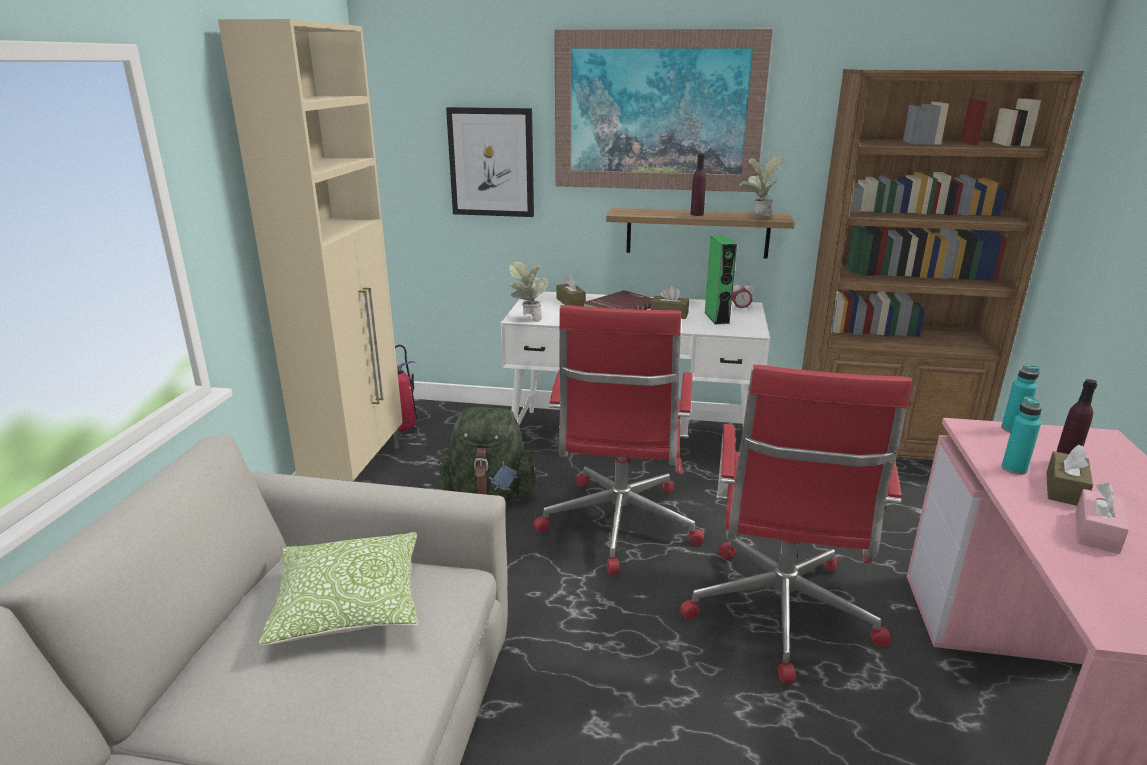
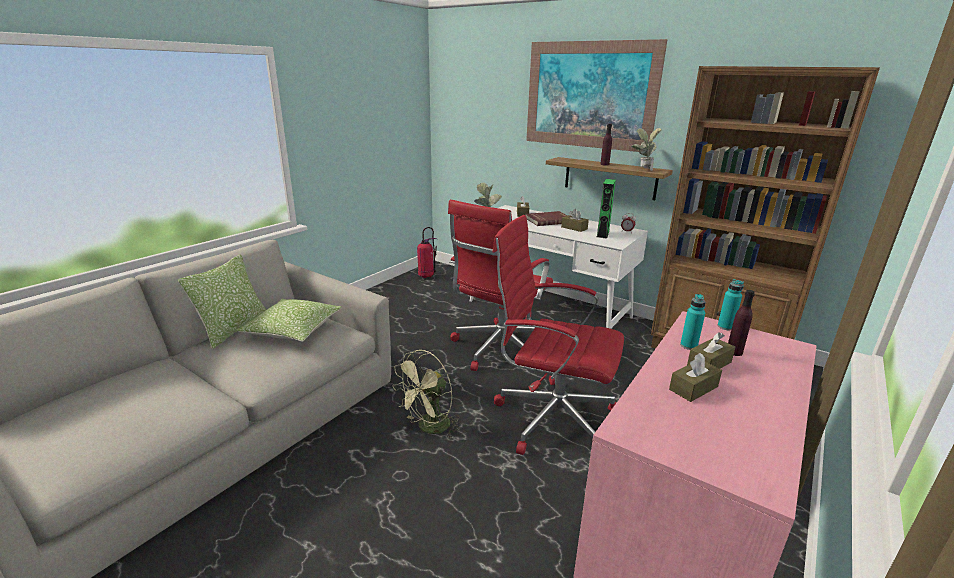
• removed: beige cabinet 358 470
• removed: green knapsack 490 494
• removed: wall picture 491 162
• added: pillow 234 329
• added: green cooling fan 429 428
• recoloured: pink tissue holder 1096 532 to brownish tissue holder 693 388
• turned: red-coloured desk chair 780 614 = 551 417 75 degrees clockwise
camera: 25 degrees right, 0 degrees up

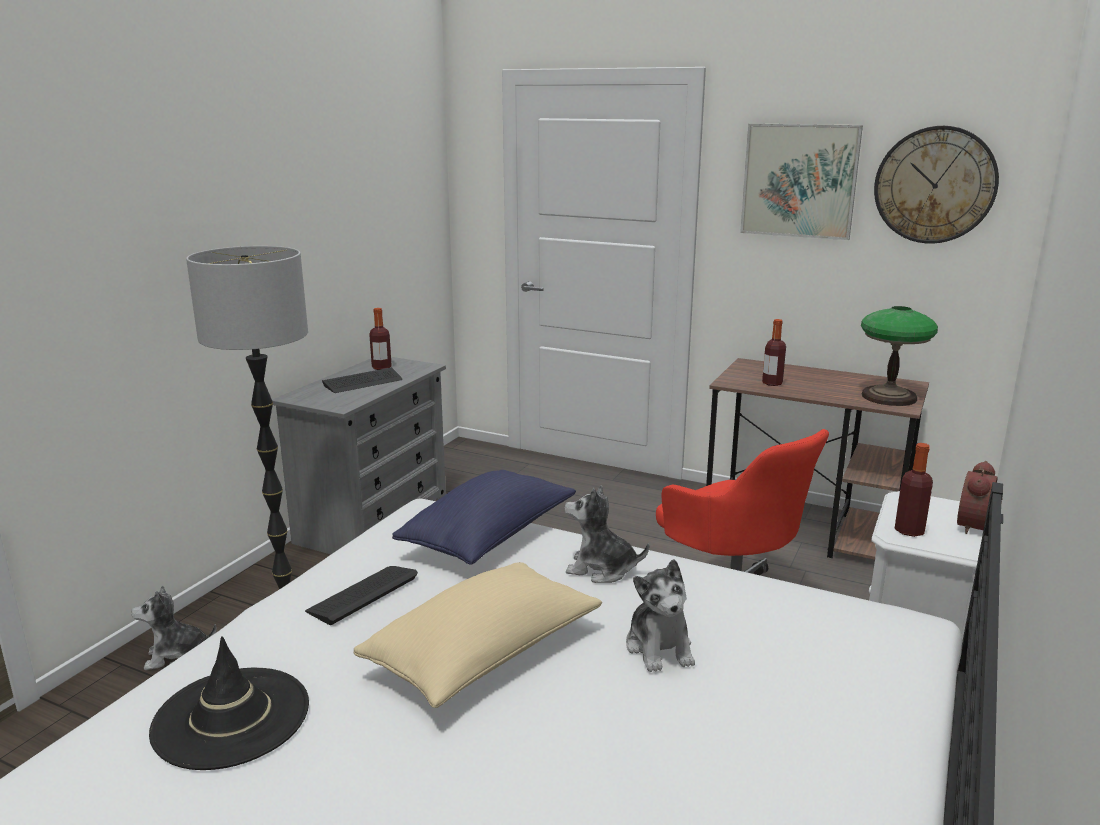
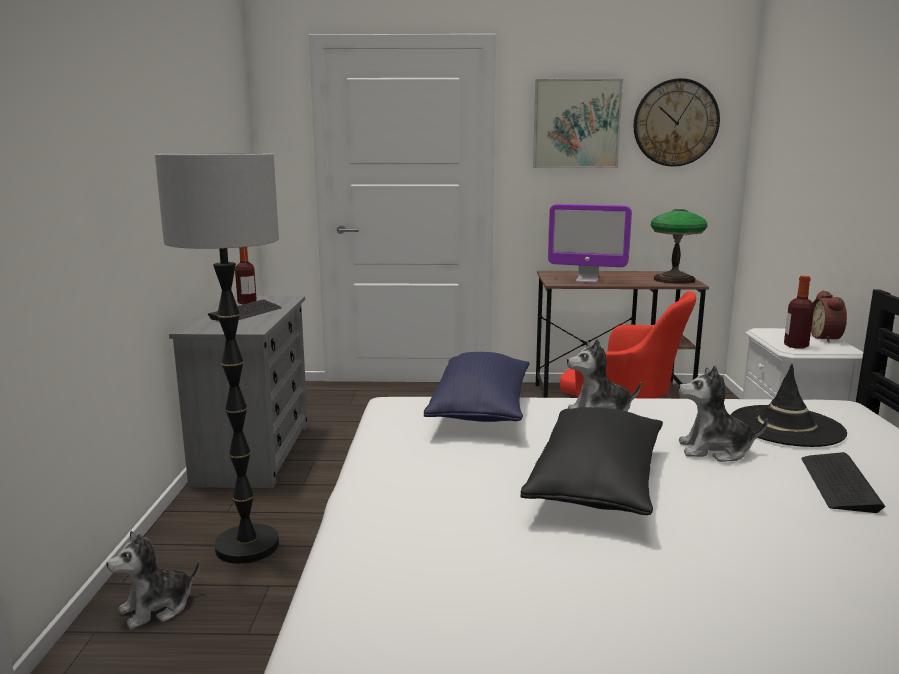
• moved: black hat 231 718 to 786 426
• moved: computer keyboard 362 595 to 839 483
• replaced: bottle 772 383 to computer screen 587 280
• recoloured: beige pillow 484 655 to black pillow 597 484
• turned: cuddly toy 659 647 = 714 450 135 degrees clockwise
camera: 25 degrees left, 5 degrees down

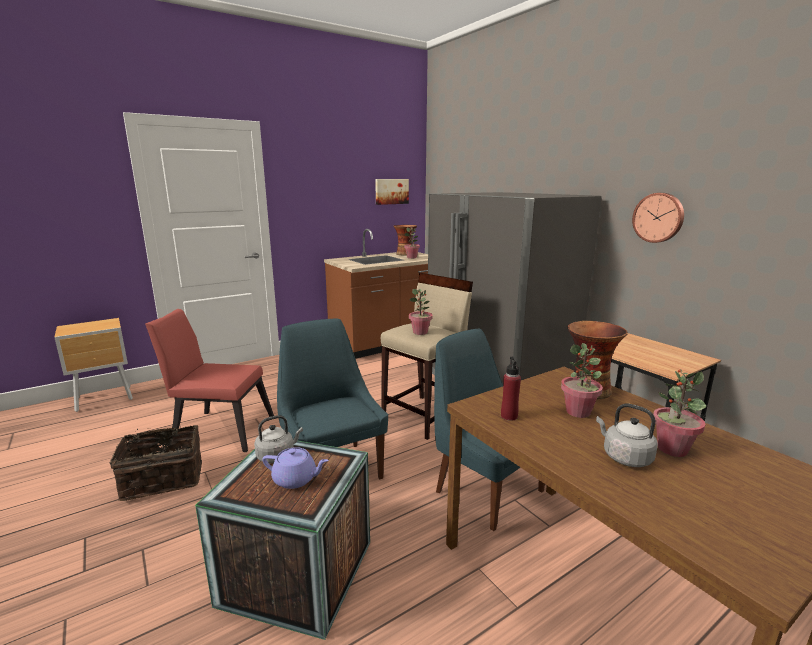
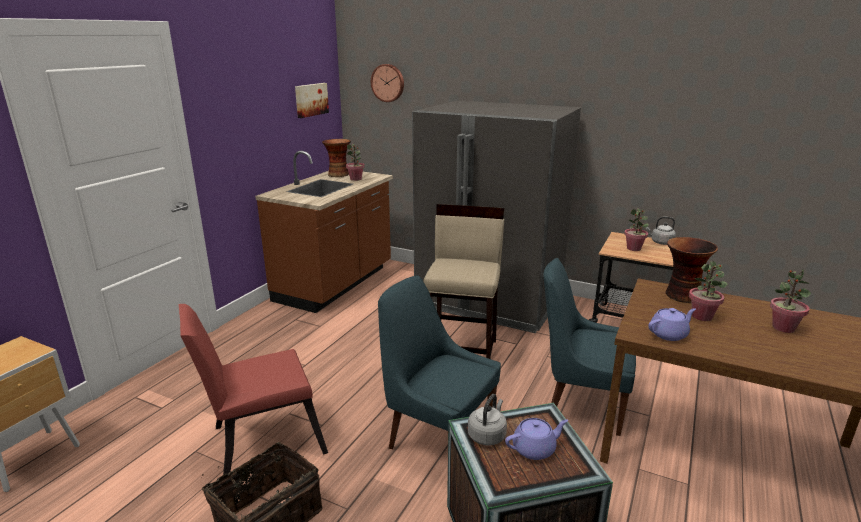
• moved: houseplant 420 332 to 634 248
• moved: grey water kettle 624 457 to 660 242
• moved: hanging clock 658 217 to 388 83
• replaced: red-coloured bottle 509 416 to purple pot for tea 669 334
camera: 30 degrees left, 5 degrees up

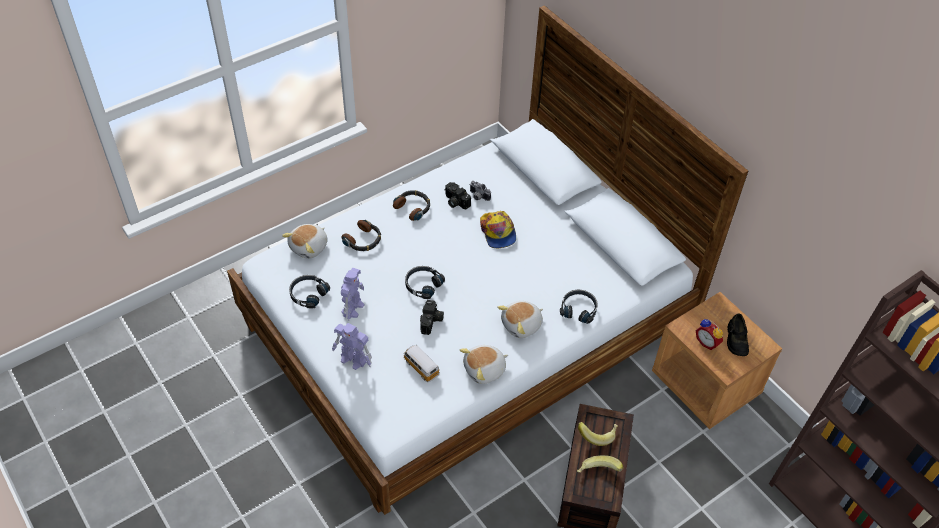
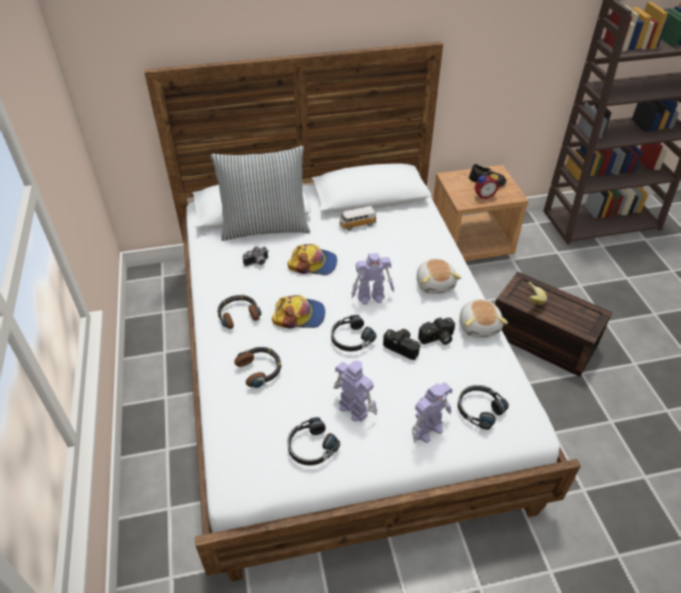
• removed: cuddly toy 309 247
• removed: banana 598 473
• added: pillow 265 227
• added: peaked cap 299 315
• added: robot figure 372 297
• moved: toy car 420 367 to 357 224
• moved: photo camera 455 202 to 437 339
• moved: black headset 578 309 to 479 409
camera: 65 degrees left, 5 degrees down

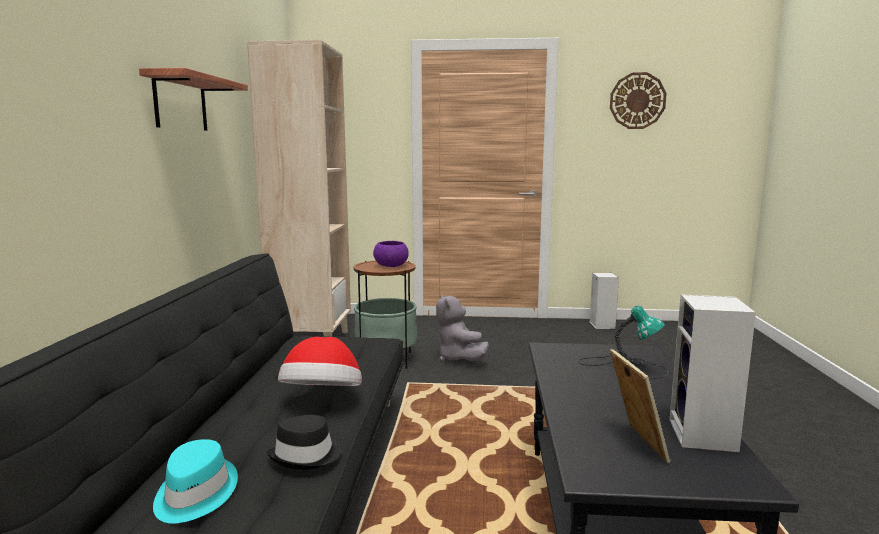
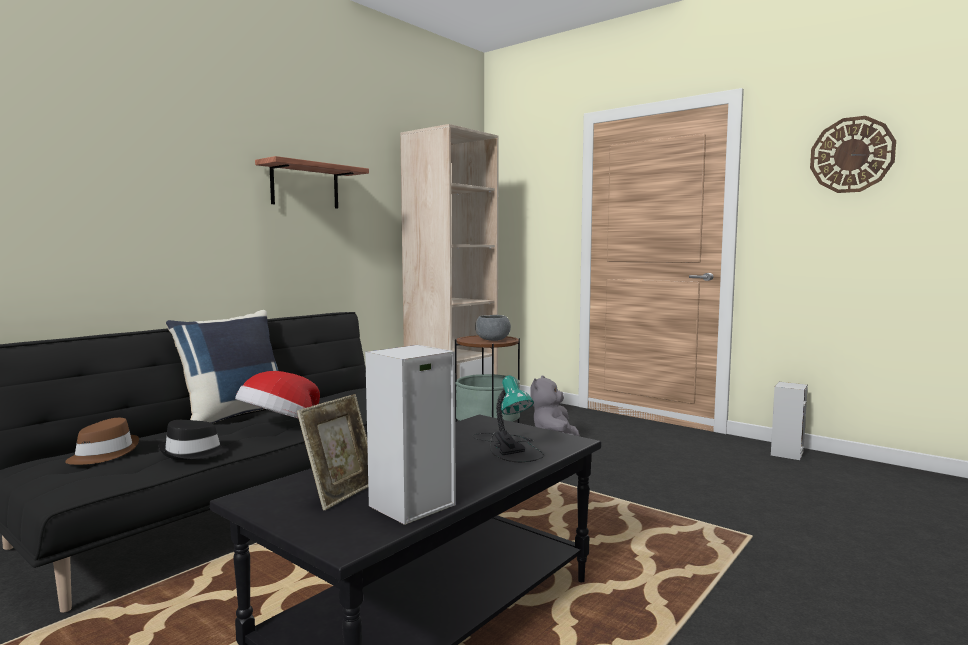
• added: bluish pillow 235 415
• recoloured: blue-green hat 194 494 to brownish hat 103 454
• recoloured: purple bowl 391 266 to grey bowl 492 340
camera: 35 degrees right, 5 degrees down

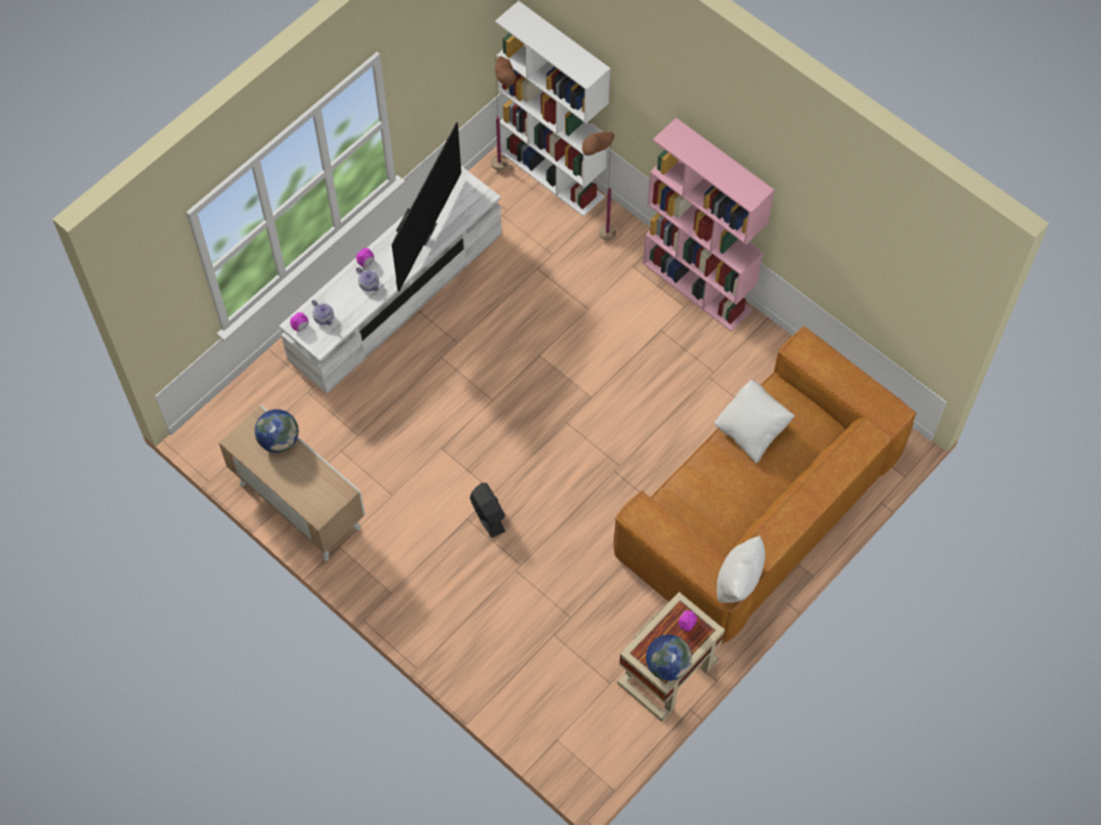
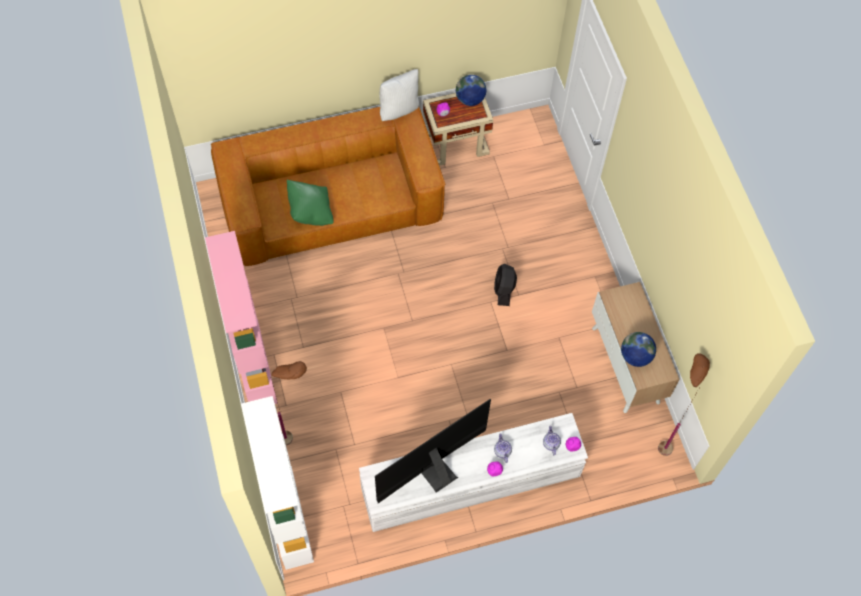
• moved: brownish standard lamp 505 177 to 664 438
• recoloured: white-coloured pillow 752 430 to green pillow 310 212
camera: 150 degrees left, 0 degrees up

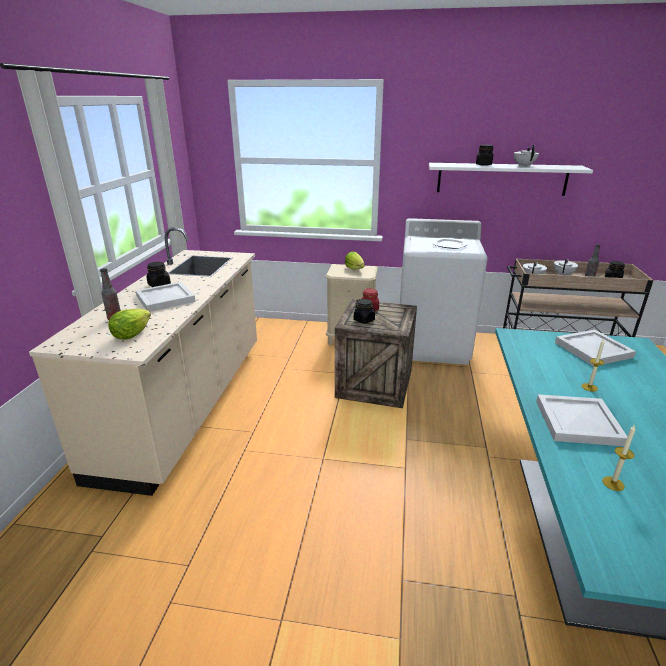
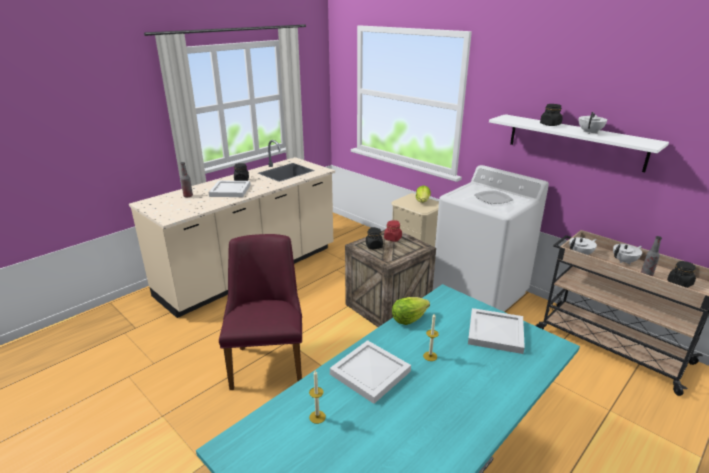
• added: purple plain chair 268 359
• moved: lettuce head 131 334 to 408 319
camera: 35 degrees right, 0 degrees up

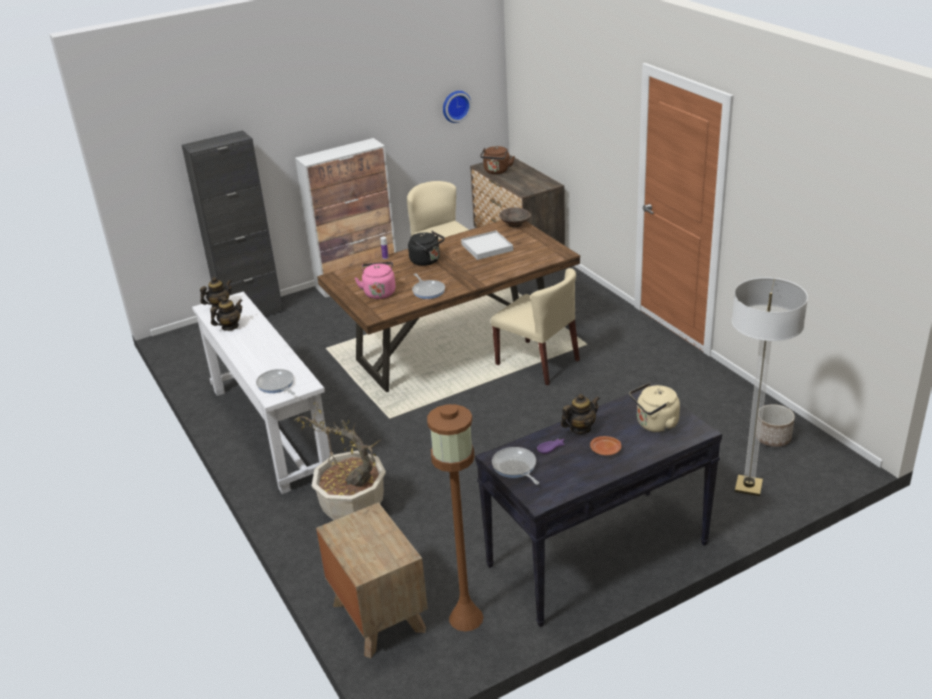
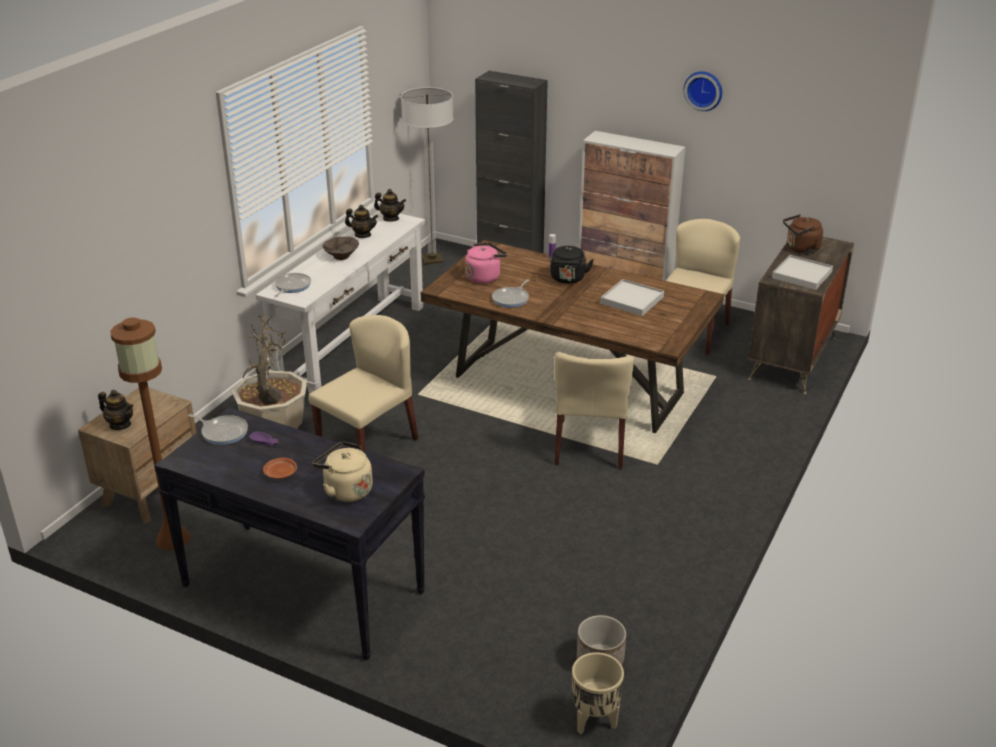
• added: beige plain chair 368 443
• added: beige plant pot 594 721
• added: white-coloured serving tray 802 275
• moved: hanging clock 455 106 to 704 90
• moved: brownish bowl 514 224 to 341 256
• moved: pot for tea 580 428 to 120 424
• moved: standard lamp 748 486 to 432 259
• turned: pan 515 467 = 223 432 90 degrees clockwise
camera: 55 degrees right, 0 degrees up

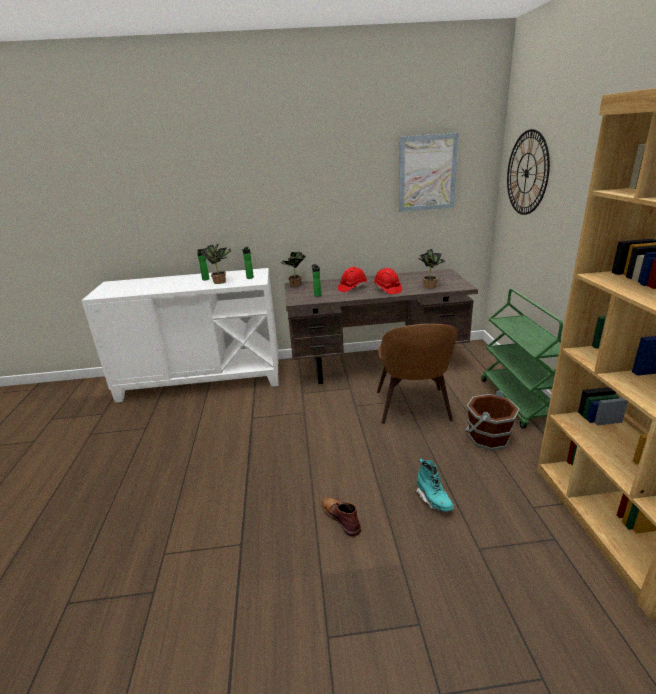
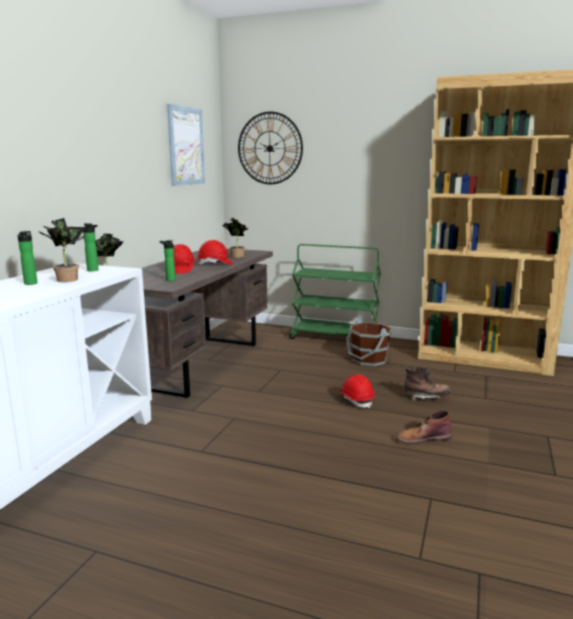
• removed: brownish plain chair 413 407
• added: red-coloured hard hat 356 400
• recoloured: blue-green tall boot 433 499 to brownish tall boot 426 397
camera: 65 degrees left, 10 degrees down

